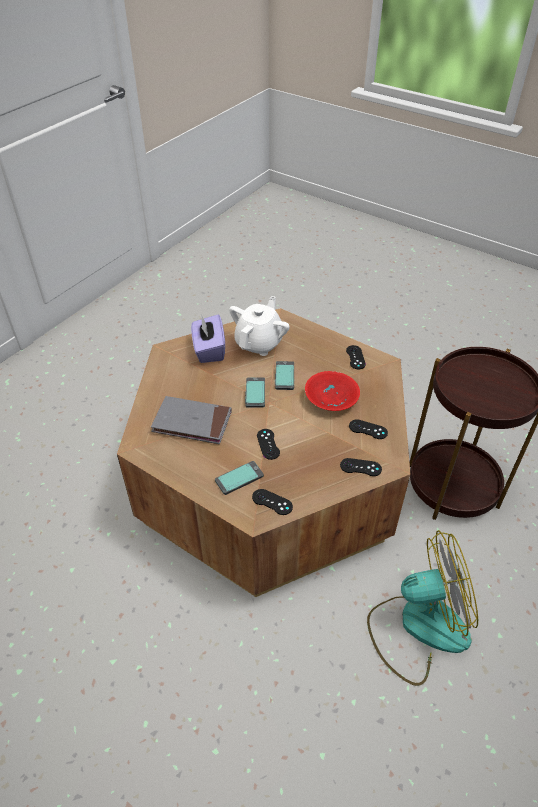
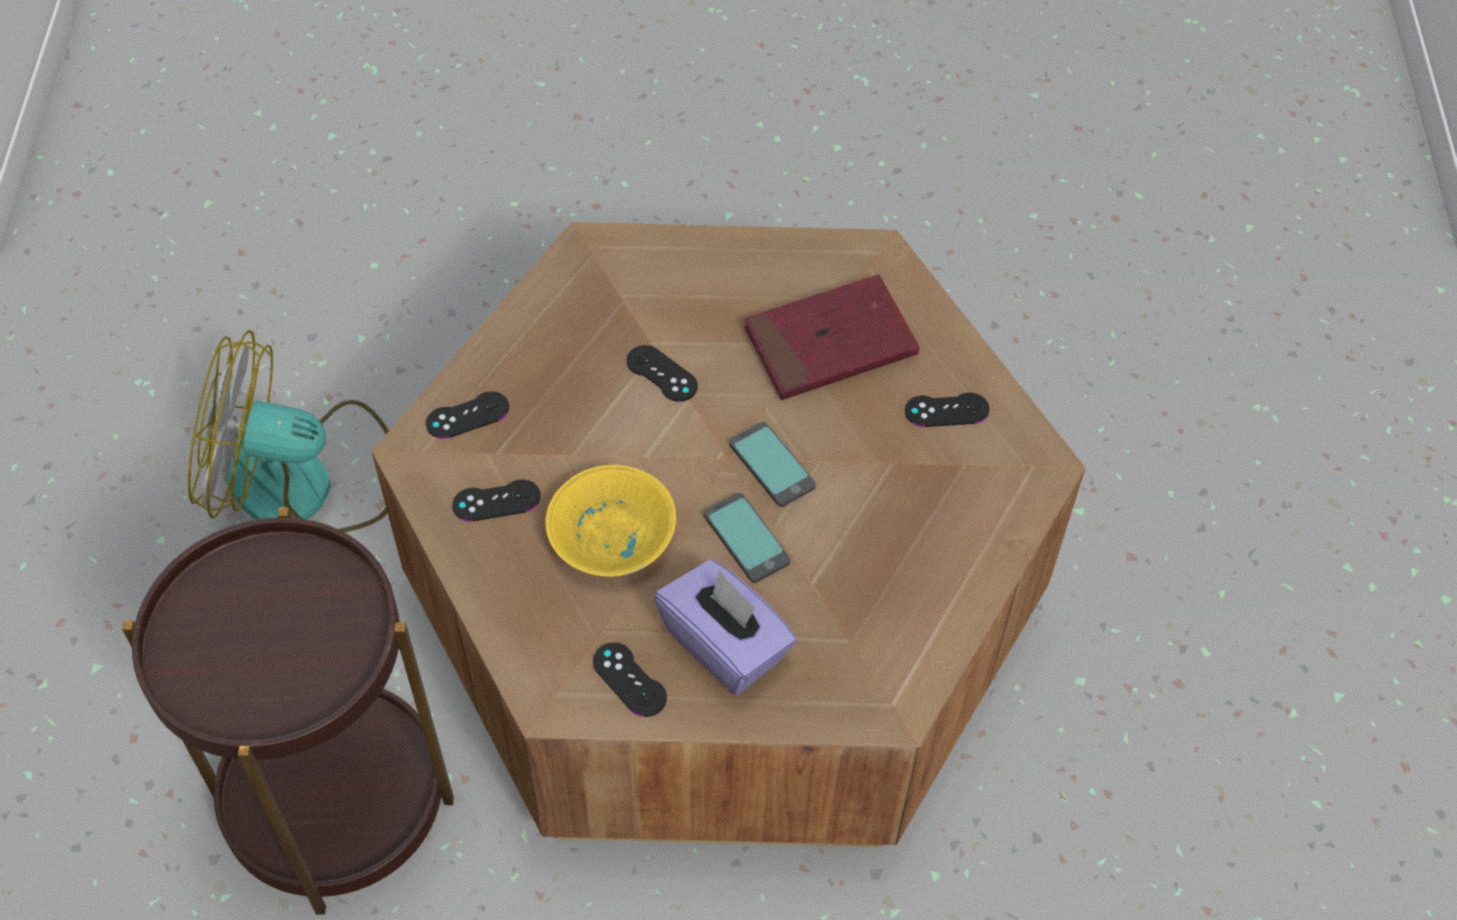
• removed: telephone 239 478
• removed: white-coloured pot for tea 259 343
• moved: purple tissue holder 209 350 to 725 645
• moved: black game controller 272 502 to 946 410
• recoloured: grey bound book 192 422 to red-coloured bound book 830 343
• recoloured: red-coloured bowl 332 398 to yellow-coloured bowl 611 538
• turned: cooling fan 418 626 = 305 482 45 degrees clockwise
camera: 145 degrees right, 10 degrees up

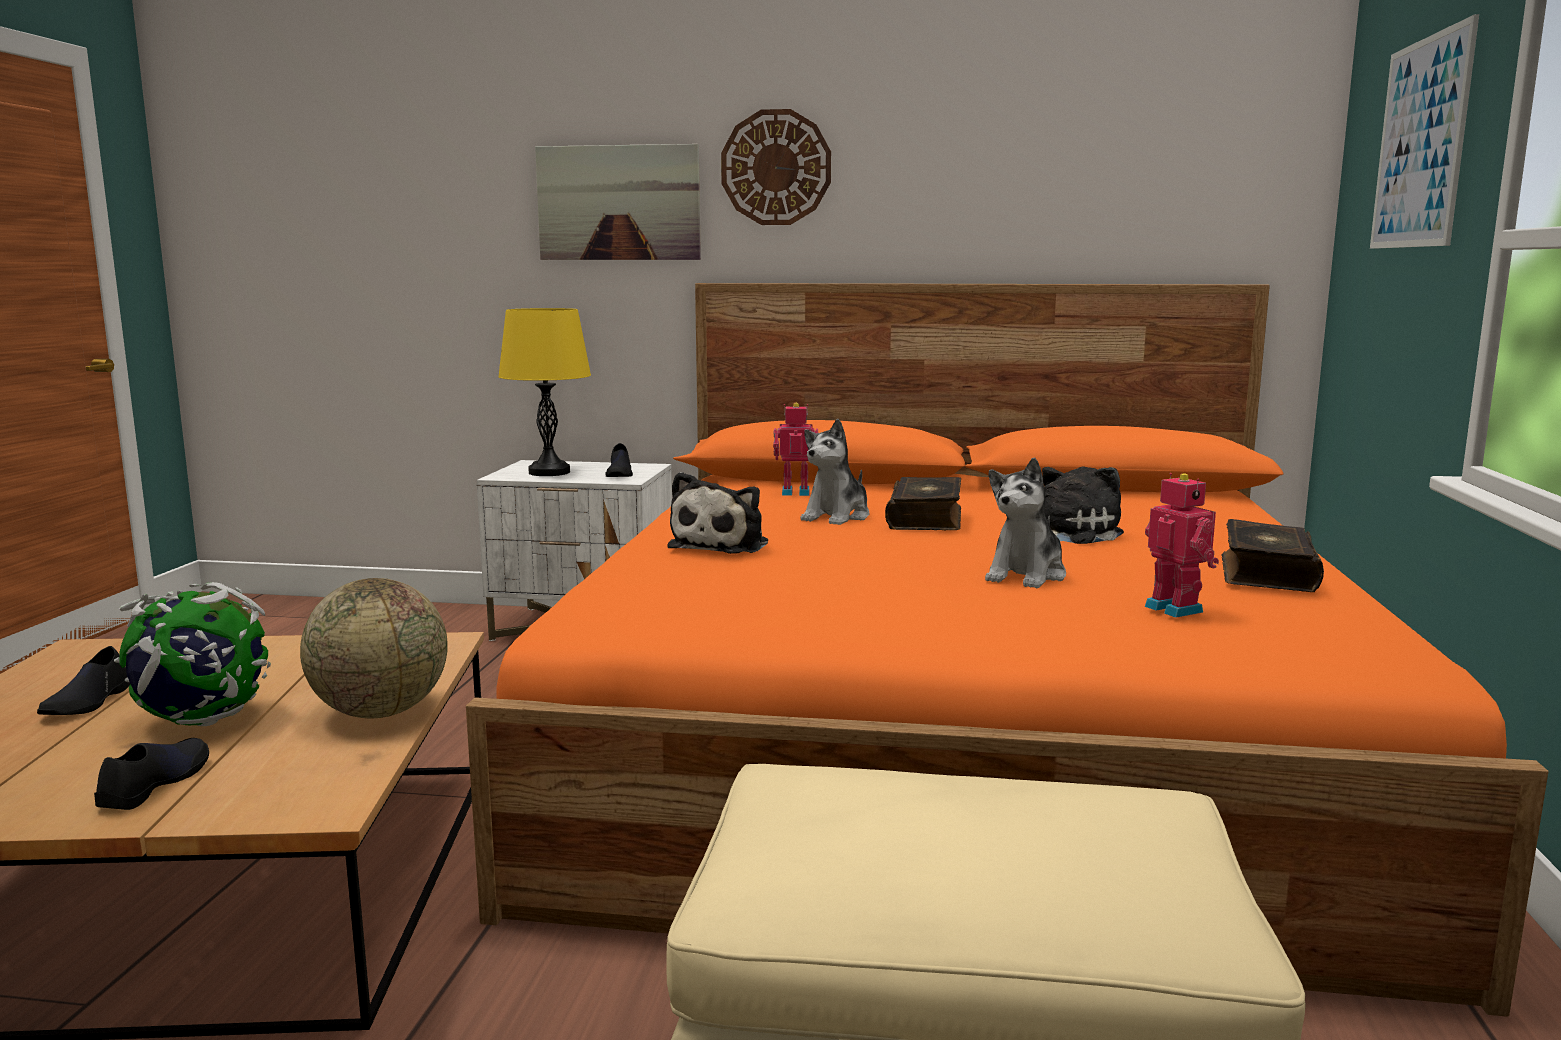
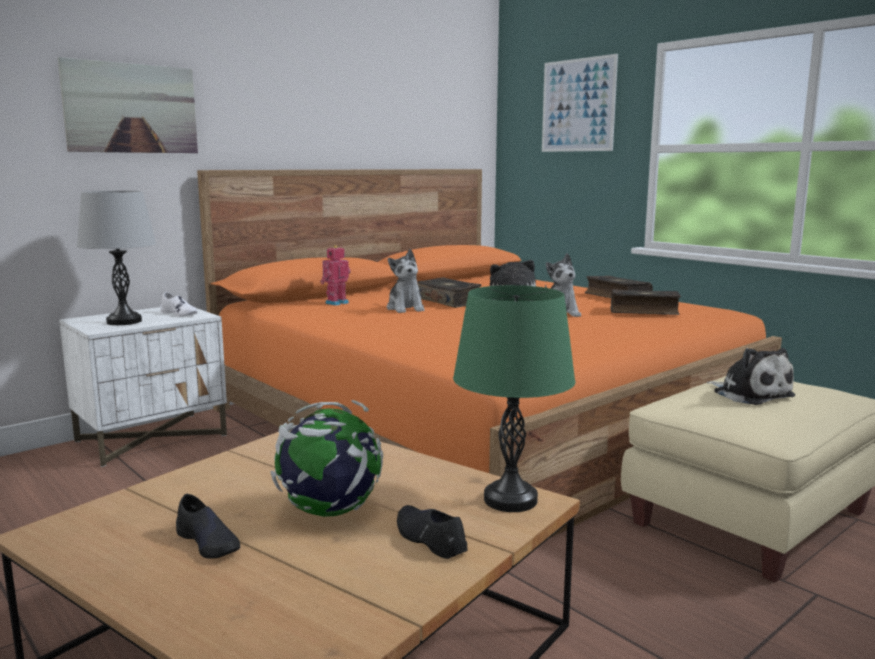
• removed: desk globe 380 712
• removed: hanging clock 776 168
• added: green tabletop lamp 510 500
• moved: cuddly toy 723 545 to 750 394
• replaced: robot figure 1176 608 to bound book 644 311
• recoloured: yellow-coloured tabletop lamp 549 472 to grey tabletop lamp 124 321
• recoloured: black low shoe 619 474 to white-coloured low shoe 179 314
camera: 50 degrees left, 0 degrees up

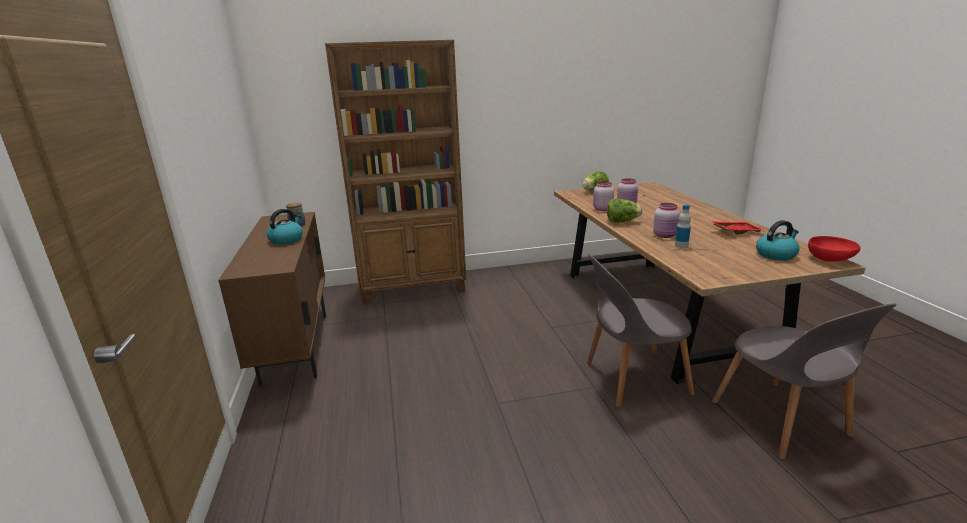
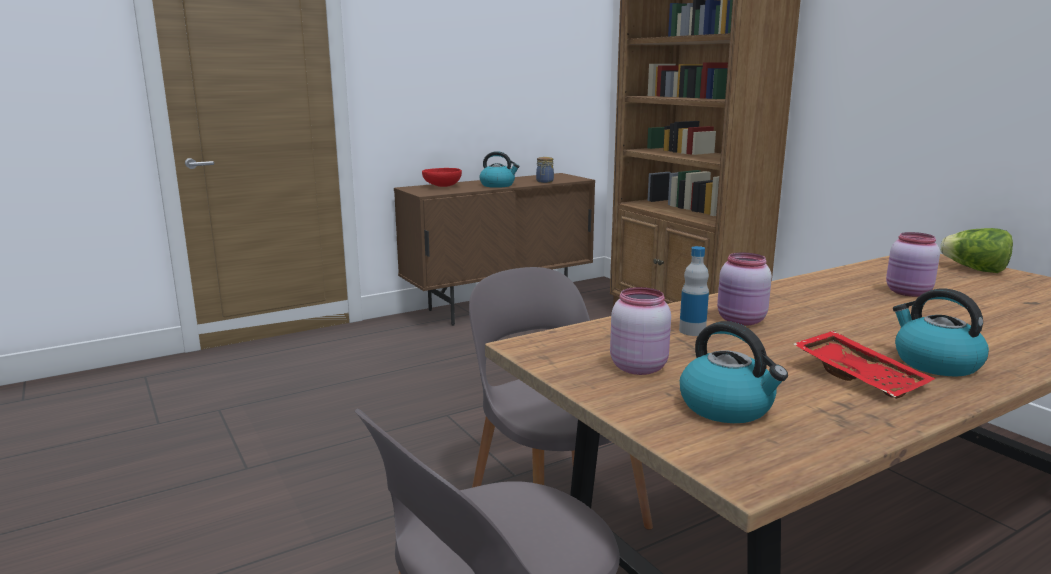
• removed: lettuce head 622 222
• added: water kettle 935 363
• moved: pink jar 602 209 to 638 367
• moved: red-coloured bowl 830 260 to 442 186
camera: 70 degrees right, 5 degrees down

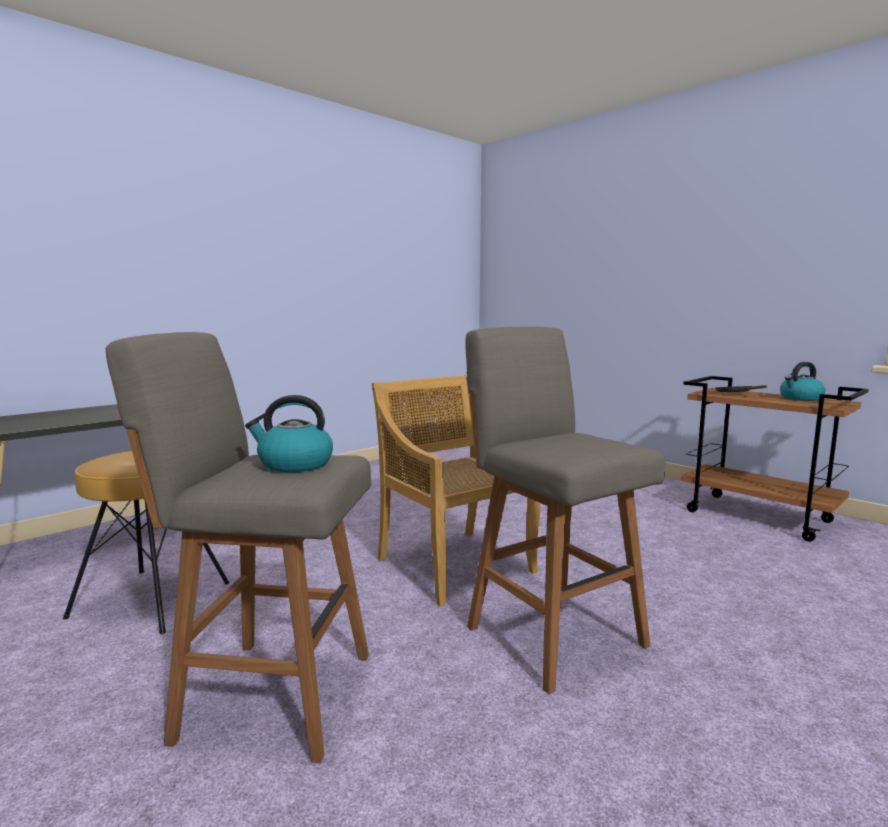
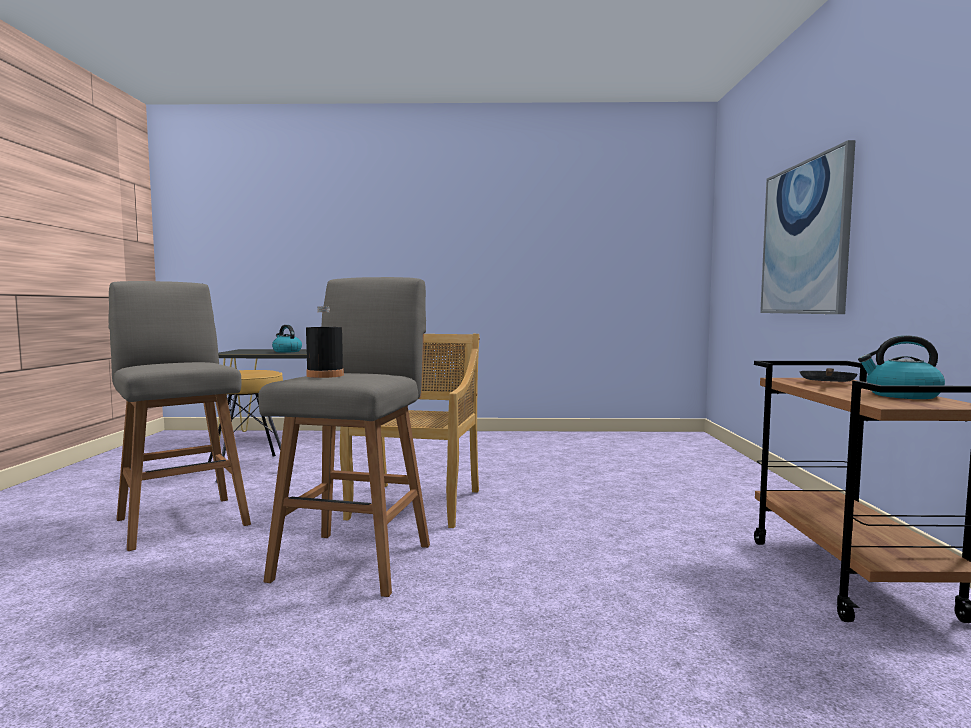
• added: black bottle 325 375
• added: wall picture 804 238
• moved: water kettle 294 464 to 286 351
camera: 45 degrees right, 5 degrees down

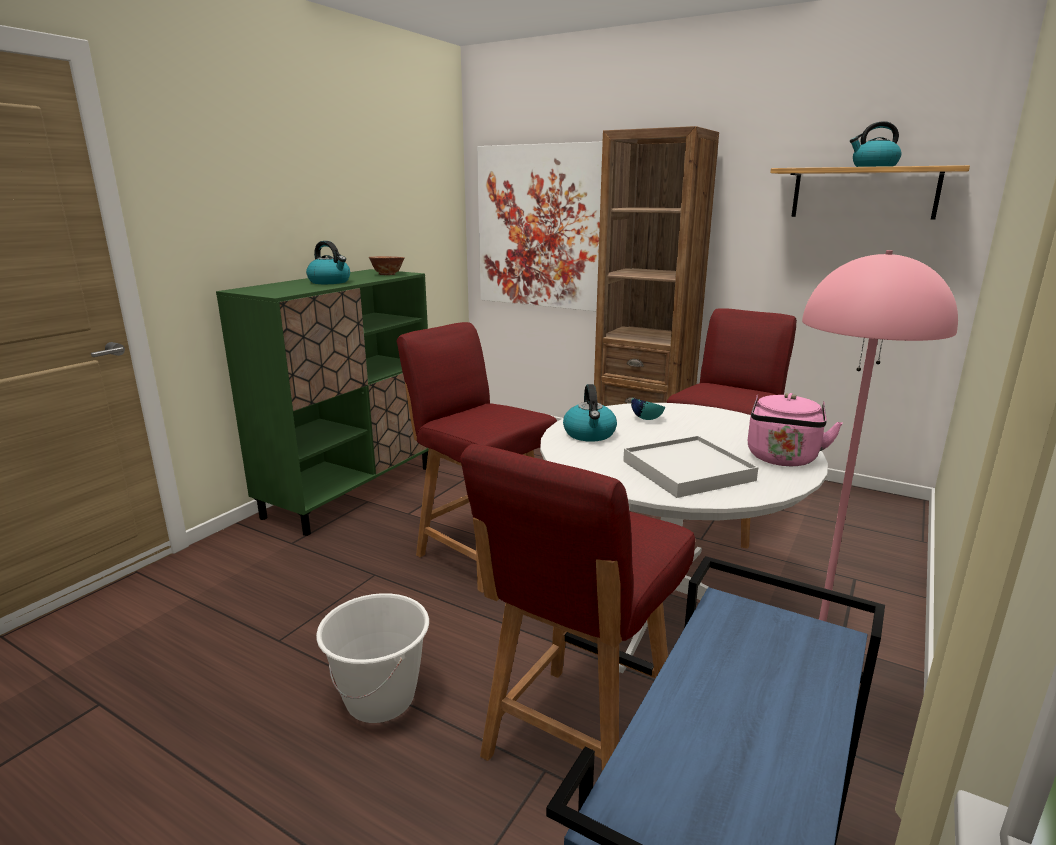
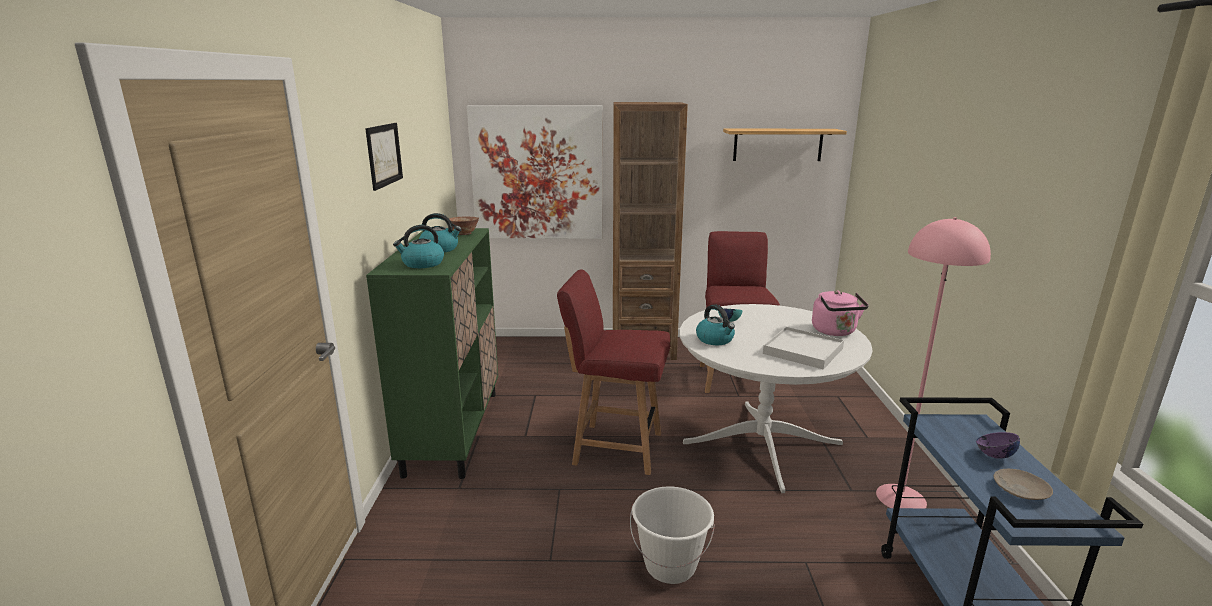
• removed: red-coloured plain chair 576 742
• added: wall picture 384 155
• added: purple bowl 994 455
• added: beige plate 1020 490
• moved: water kettle 873 166 to 422 264
camera: 30 degrees left, 0 degrees up

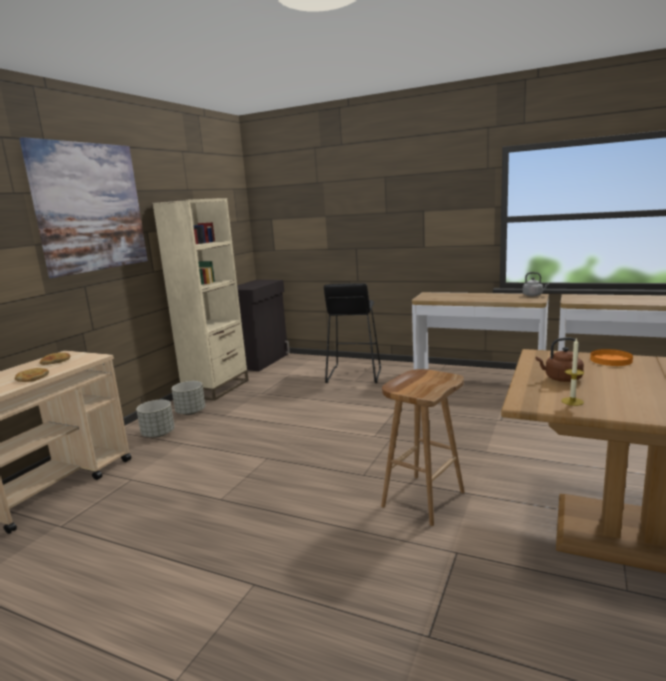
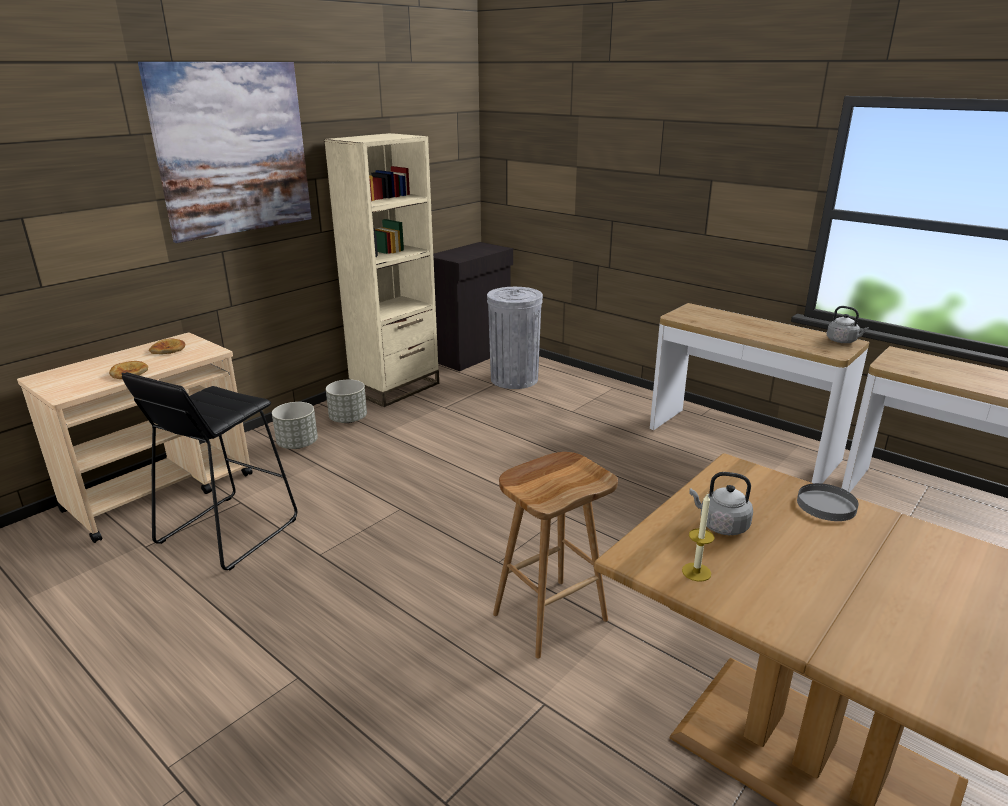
• added: grey waste bin 514 379
• moved: black sitting stool 354 375 to 227 531
• recoloured: brownish water kettle 561 379 to grey water kettle 721 525
• recoloured: orangey plate 610 360 to grey plate 825 505
camera: 15 degrees right, 10 degrees up

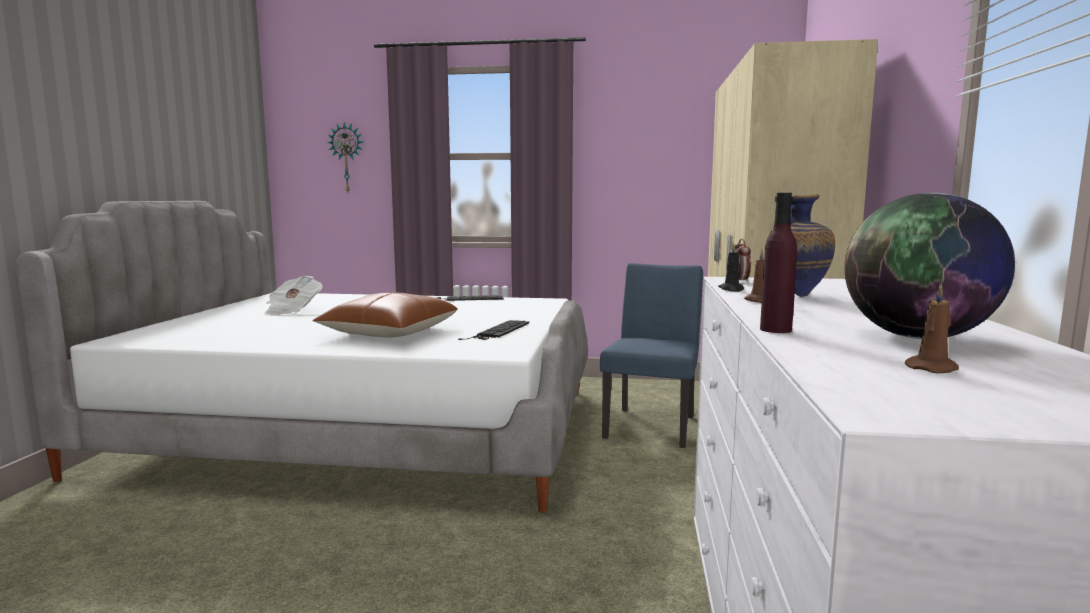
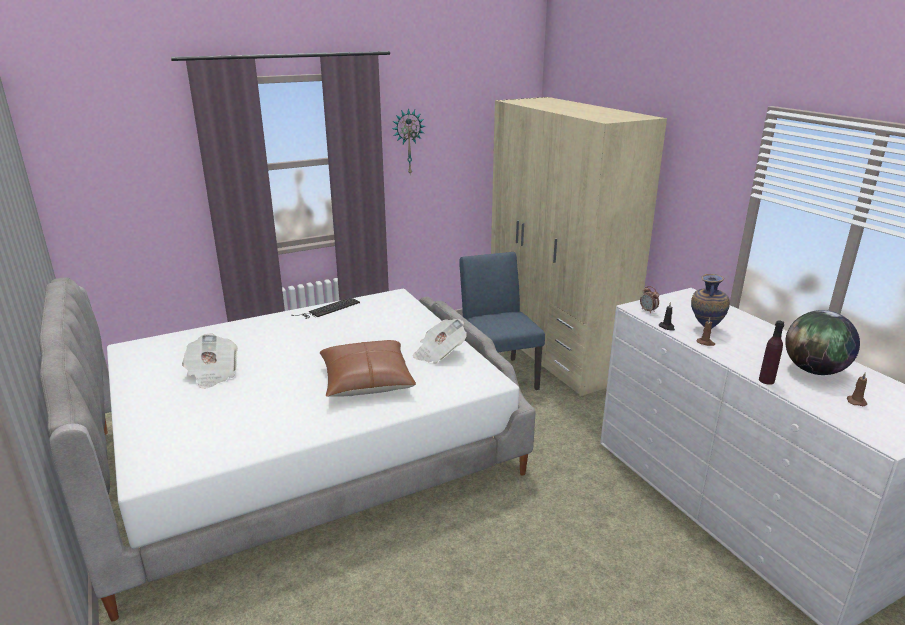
• moved: hanging clock 347 158 to 408 142
• replaced: computer keyboard 498 331 to printed paper 439 353
camera: 35 degrees left, 15 degrees up

